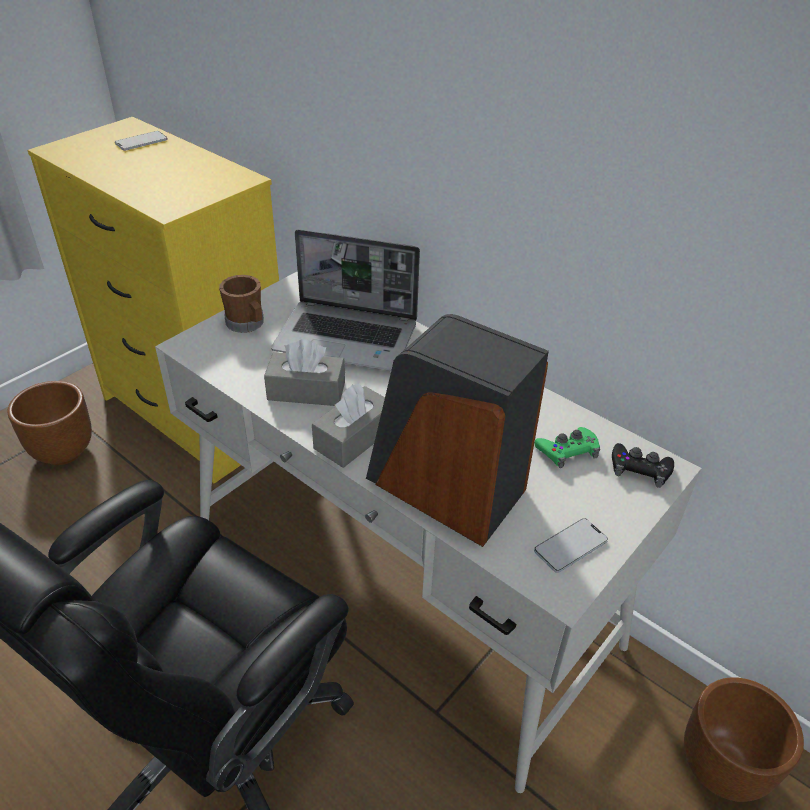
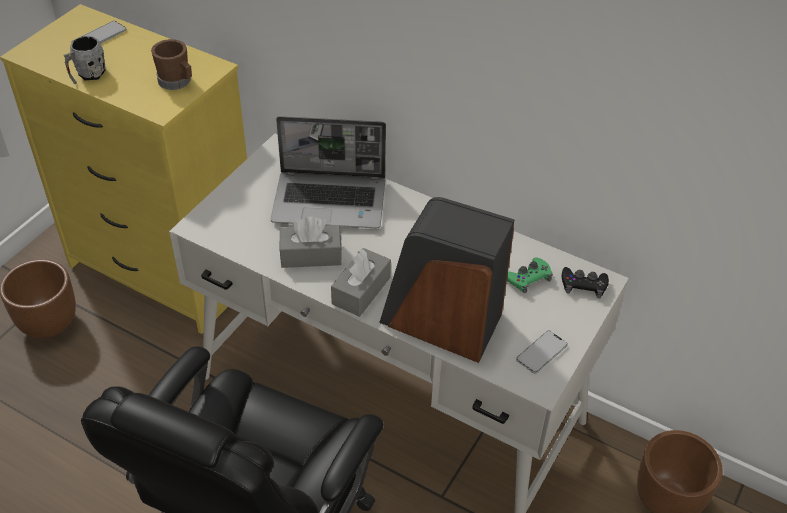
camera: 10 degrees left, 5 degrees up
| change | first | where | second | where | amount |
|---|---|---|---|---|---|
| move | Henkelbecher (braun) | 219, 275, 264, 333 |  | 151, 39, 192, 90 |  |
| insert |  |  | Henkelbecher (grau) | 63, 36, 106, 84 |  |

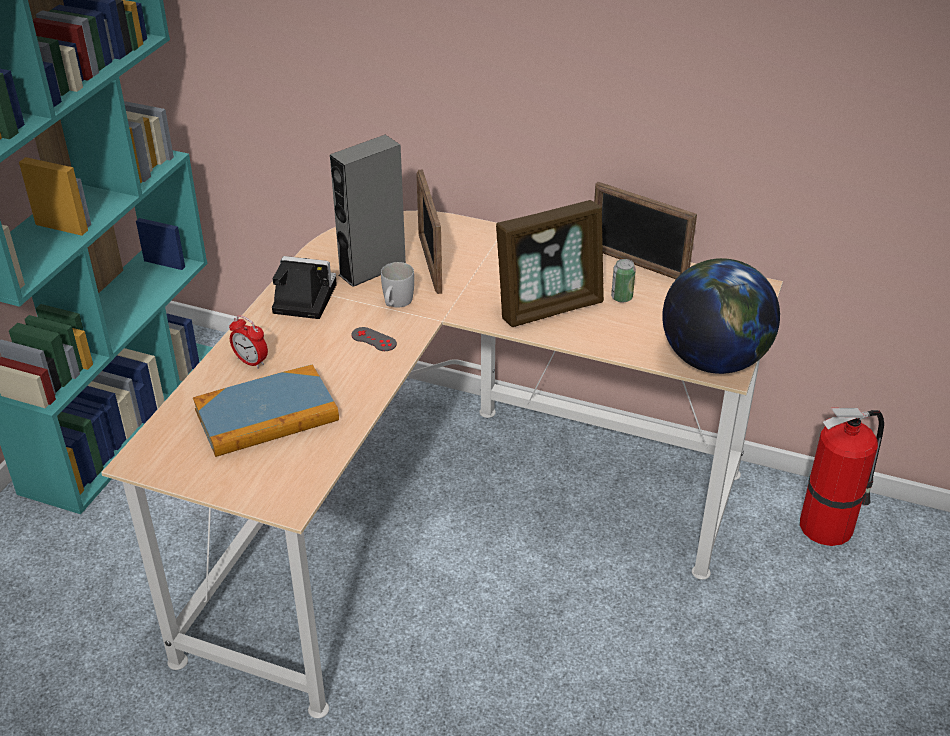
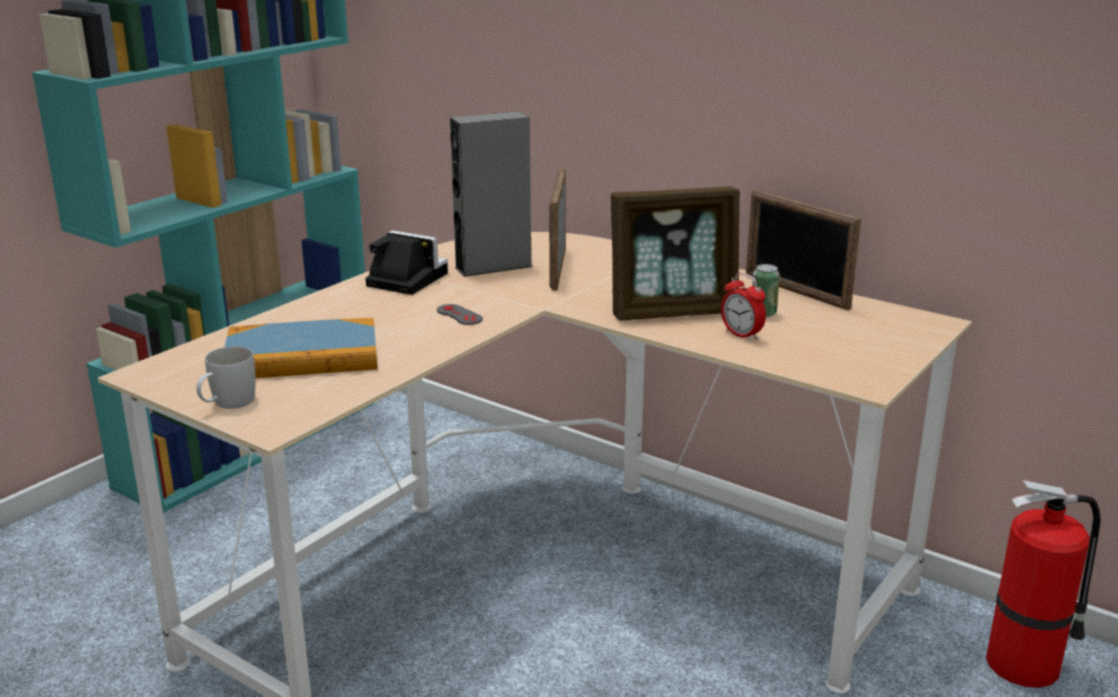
camera: 15 degrees right, 15 degrees down
| change | first | where | second | where | amount |
|---|---|---|---|---|---|
| move | Wecker | 229, 315, 268, 369 |  | 721, 273, 766, 341 |  |
| move | Henkelbecher (weiß) | 381, 262, 414, 308 |  | 196, 346, 255, 409 |  |
| delete | Globus | 662, 258, 780, 374 |  |  |  |

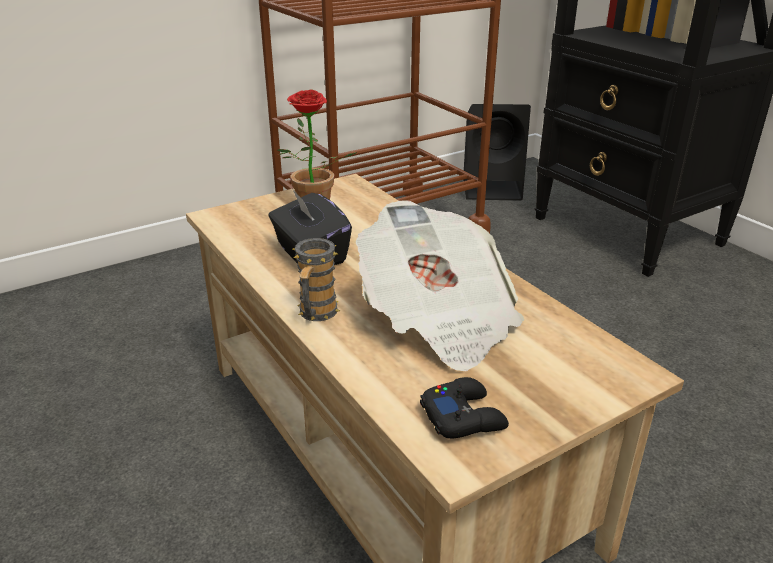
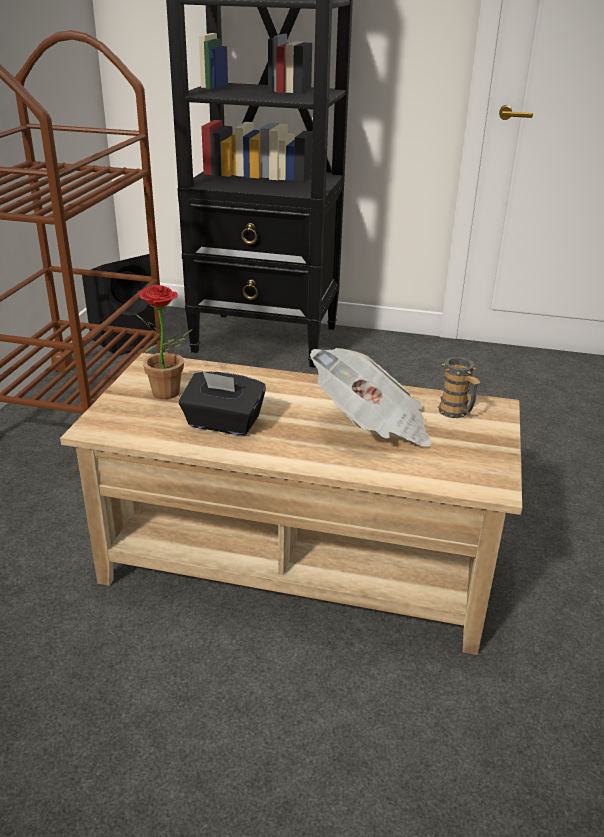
camera: 45 degrees left, 0 degrees up
| change | first | where | second | where | amount |
|---|---|---|---|---|---|
| move | Henkelbecher | 293, 238, 340, 321 |  | 437, 357, 480, 418 |  |
| delete | Gamepad (schwarz) | 420, 377, 509, 439 |  |  |  |

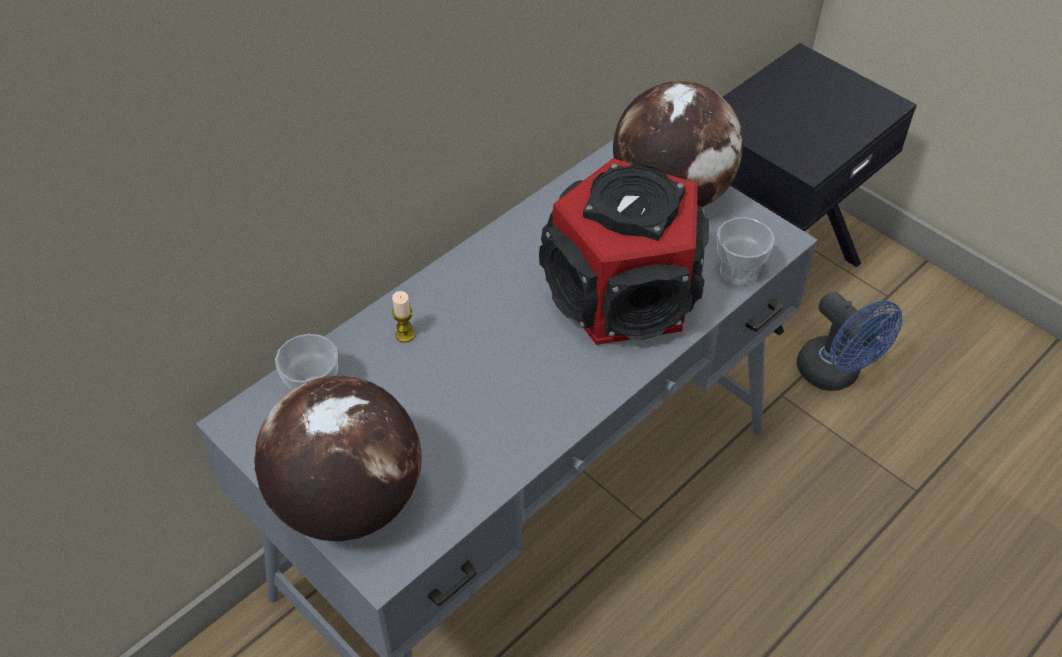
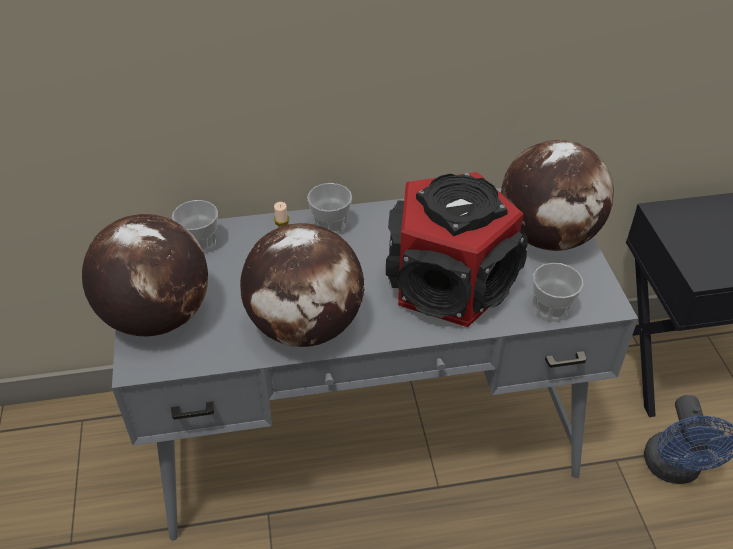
camera: 35 degrees right, 5 degrees down
| change | first | where | second | where | amount |
|---|---|---|---|---|---|
| insert |  |  | Globus | 240, 223, 364, 347 |  |
| insert |  |  | Tasse | 307, 183, 352, 235 |  |

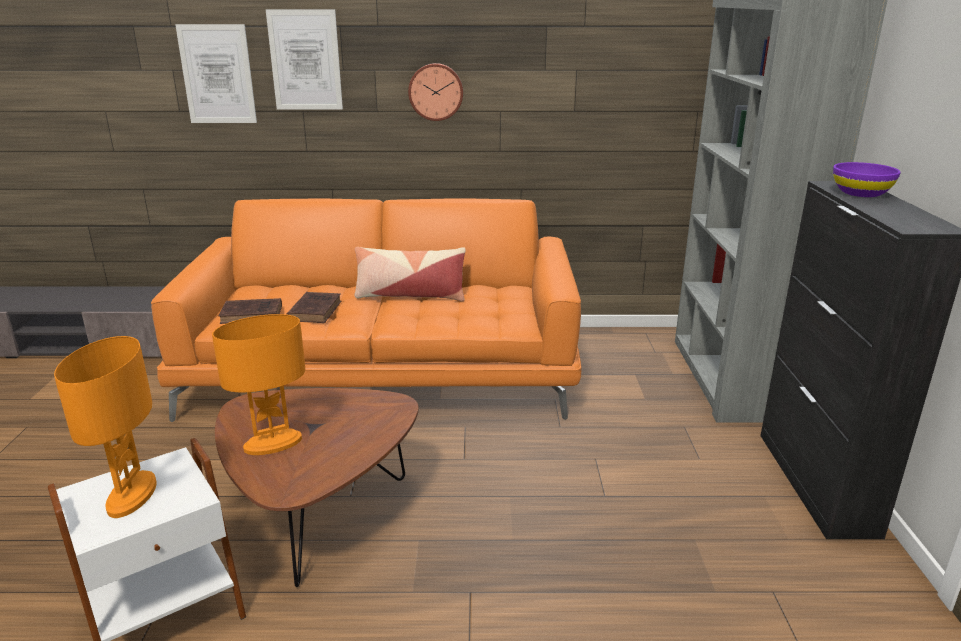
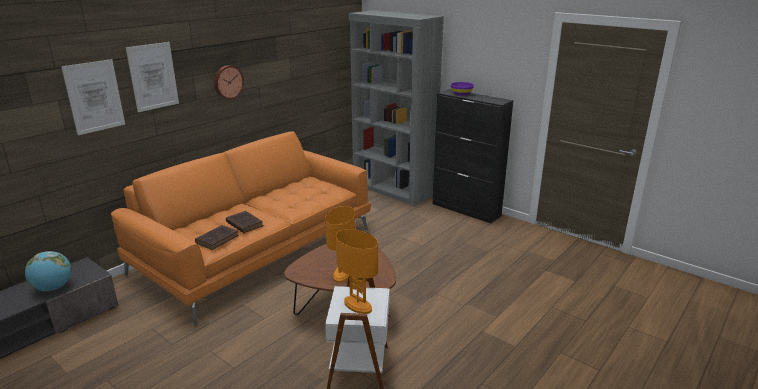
camera: 50 degrees left, 0 degrees up
| change | first | where | second | where | amount |
|---|---|---|---|---|---|
| delete | Kissen | 354, 247, 466, 301 |  |  |  |
| insert |  |  | Globus | 25, 251, 72, 291 |  |

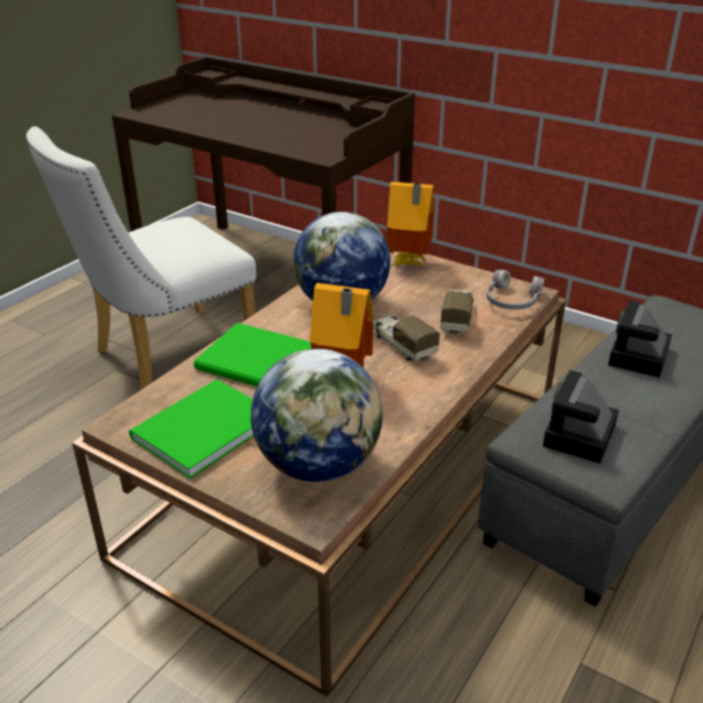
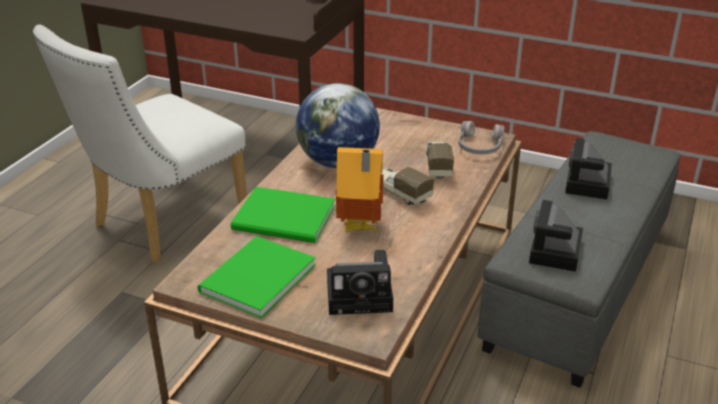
camera: 10 degrees left, 0 degrees up
| change | first | where | second | where | amount |
|---|---|---|---|---|---|
| replace | Globus | 251, 349, 383, 482 | Kamera | 327, 250, 393, 315 |  |
| delete | Spielzeughaus | 386, 182, 433, 268 |  |  |  |

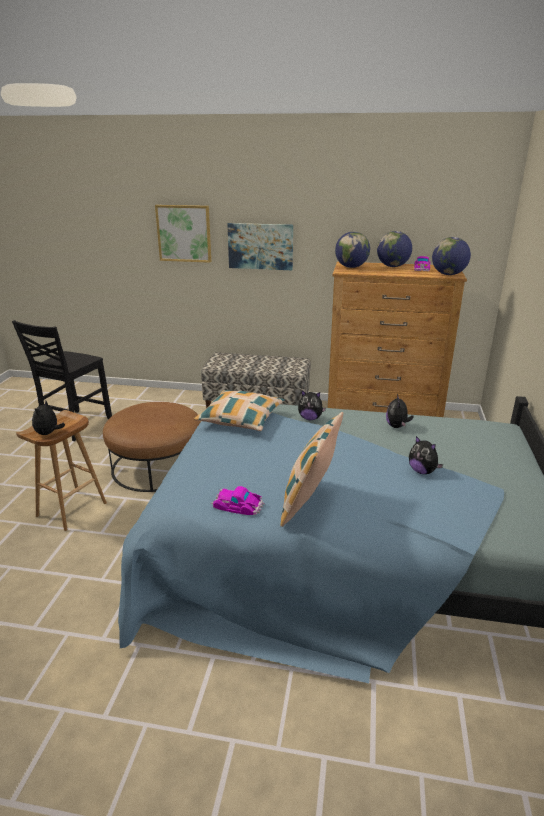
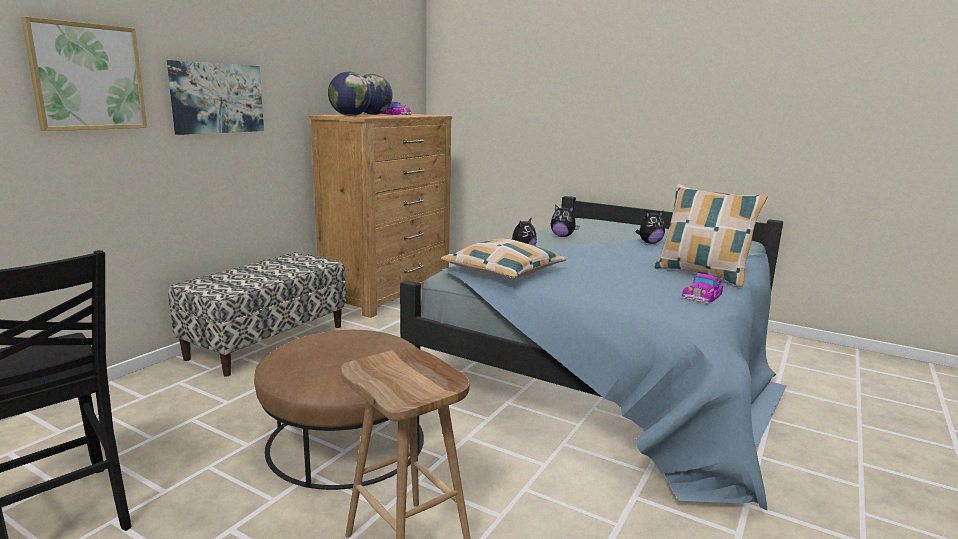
camera: 70 degrees left, 10 degrees down
| change | first | where | second | where | amount |
|---|---|---|---|---|---|
| delete | Plüschtier | 32, 401, 65, 435 |  |  |  |
| delete | Globus | 432, 237, 471, 275 |  |  |  |

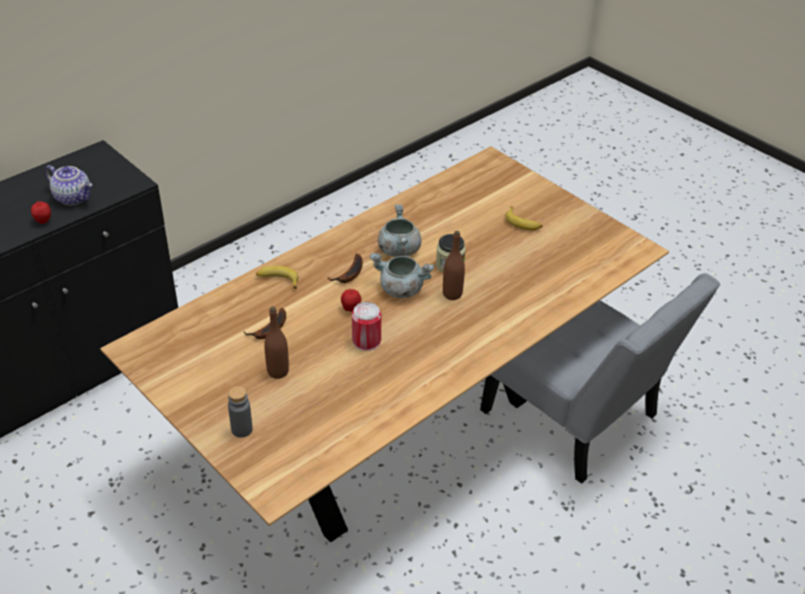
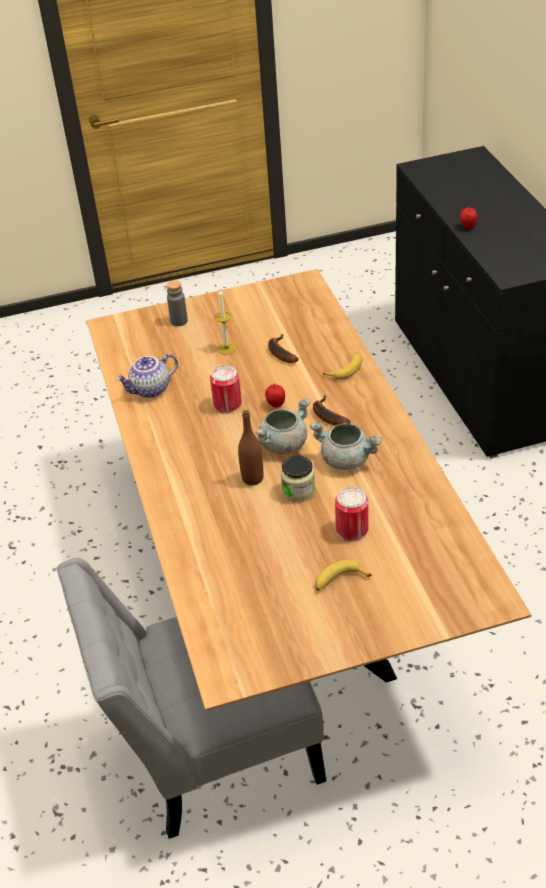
camera: 120 degrees right, 0 degrees up
| change | first | where | second | where | amount |
|---|---|---|---|---|---|
| move | Teekanne | 45, 165, 92, 205 |  | 116, 354, 178, 398 |  |
| replace | Flasche (braun) | 264, 307, 289, 379 | Kerze | 215, 290, 236, 355 |  |
| insert |  |  | Dose | 335, 487, 369, 541 |  |

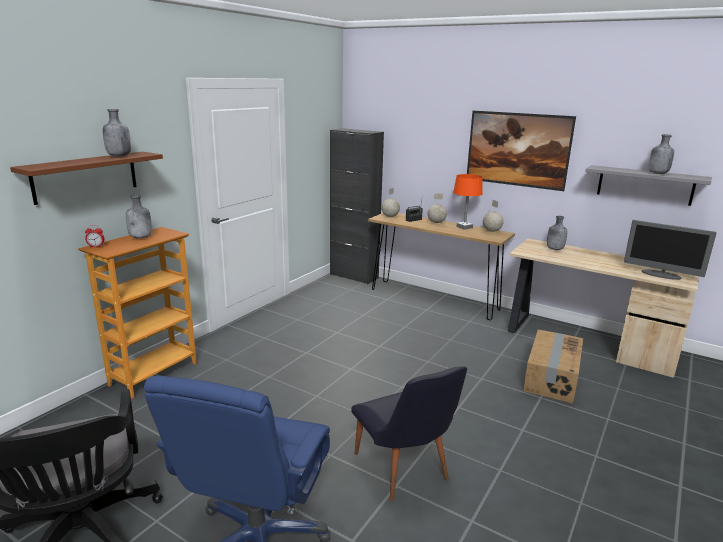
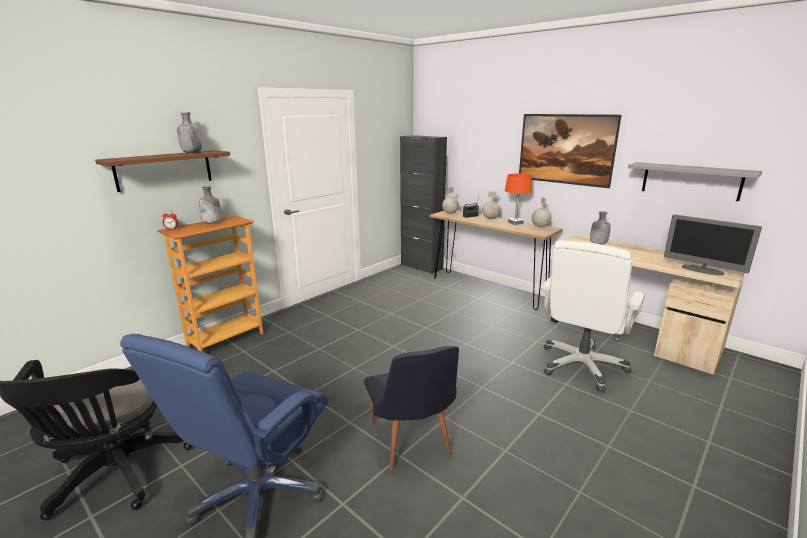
camera: 10 degrees right, 0 degrees up
| change | first | where | second | where | amount |
|---|---|---|---|---|---|
| replace | Karton | 523, 330, 583, 403 | Bürostuhl (weiß) | 541, 240, 645, 392 |  |
| delete | Flasche (grau) | 649, 134, 674, 174 |  |  |  |

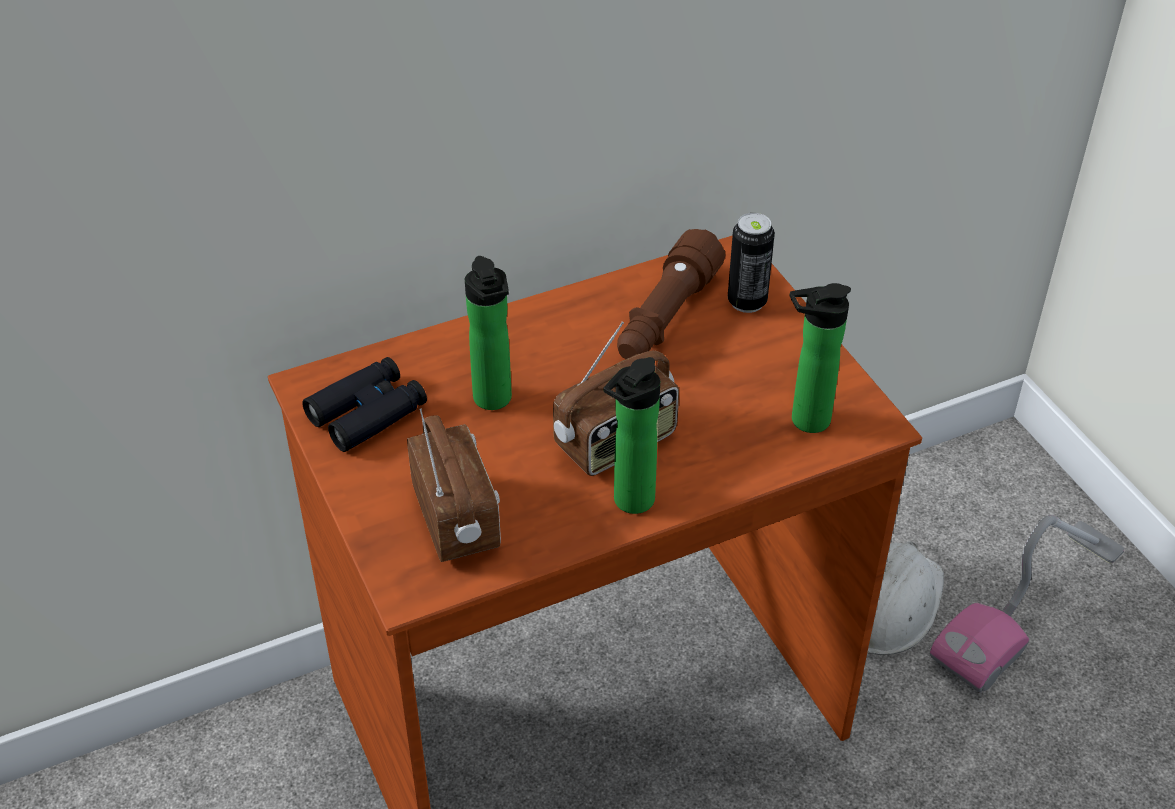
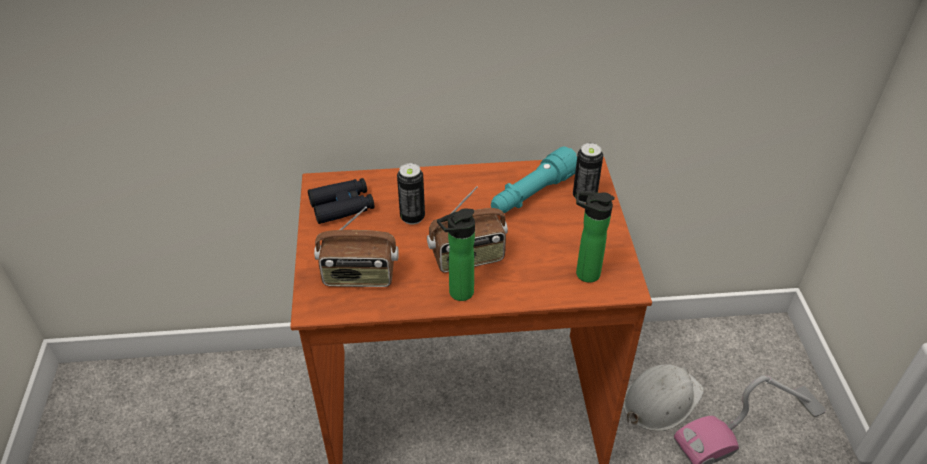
camera: 20 degrees right, 0 degrees up
| change | first | where | second | where | amount |
|---|---|---|---|---|---|
| rotate | Radio | 407, 408, 501, 562 |  | 314, 207, 399, 287 | 90 degrees clockwise |
| replace | Flasche | 465, 256, 512, 410 | Dose | 397, 163, 425, 225 |  |
| recolor | Taschenlampe (braun) | 617, 229, 725, 359 | Taschenlampe (türkis) | 491, 147, 577, 213 |  |

